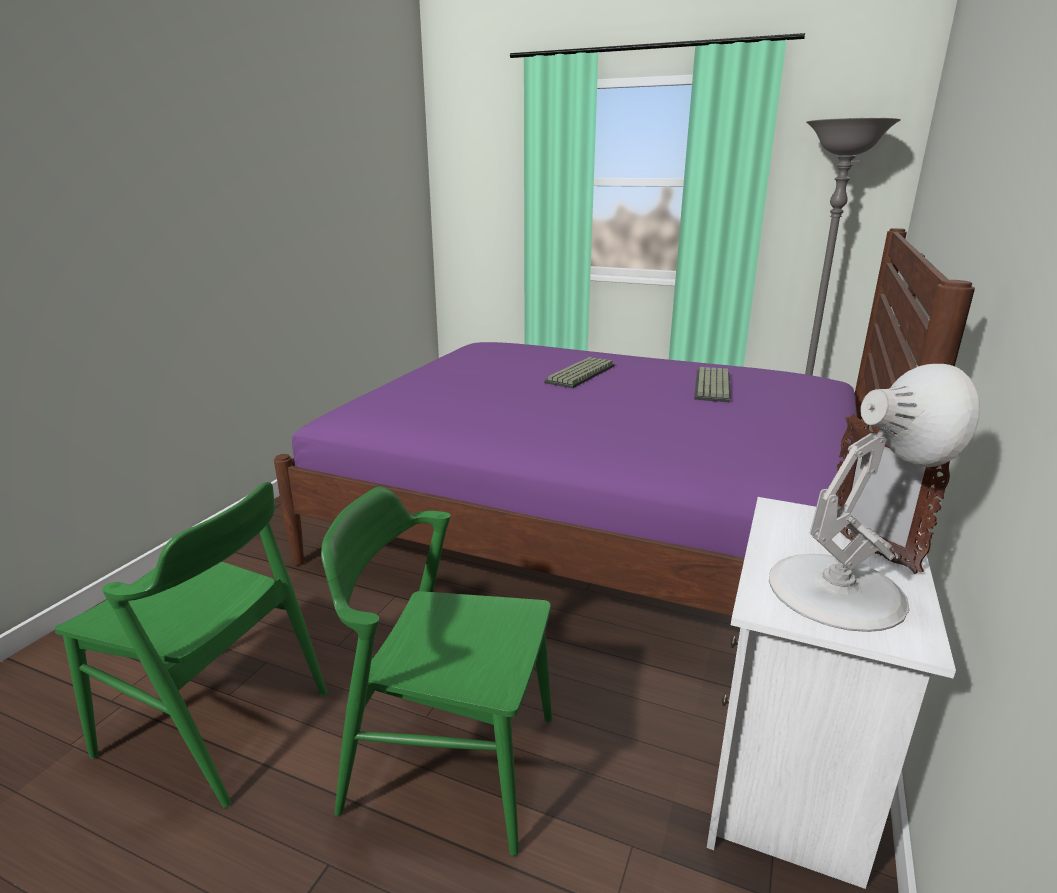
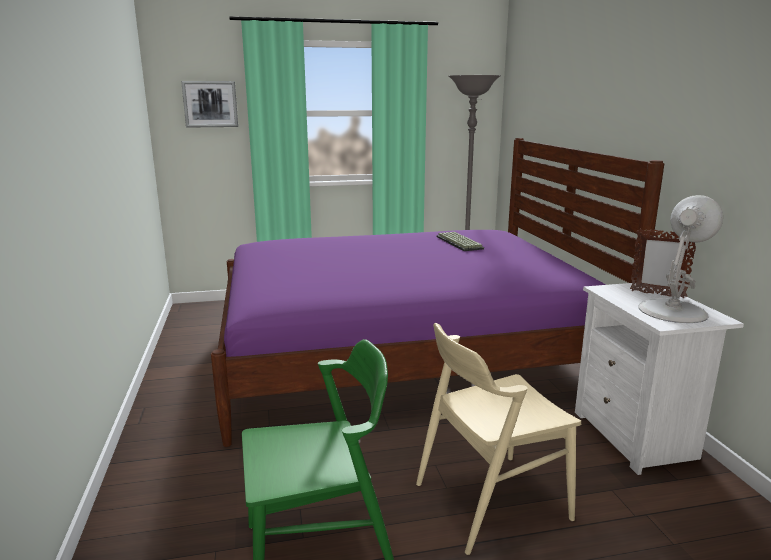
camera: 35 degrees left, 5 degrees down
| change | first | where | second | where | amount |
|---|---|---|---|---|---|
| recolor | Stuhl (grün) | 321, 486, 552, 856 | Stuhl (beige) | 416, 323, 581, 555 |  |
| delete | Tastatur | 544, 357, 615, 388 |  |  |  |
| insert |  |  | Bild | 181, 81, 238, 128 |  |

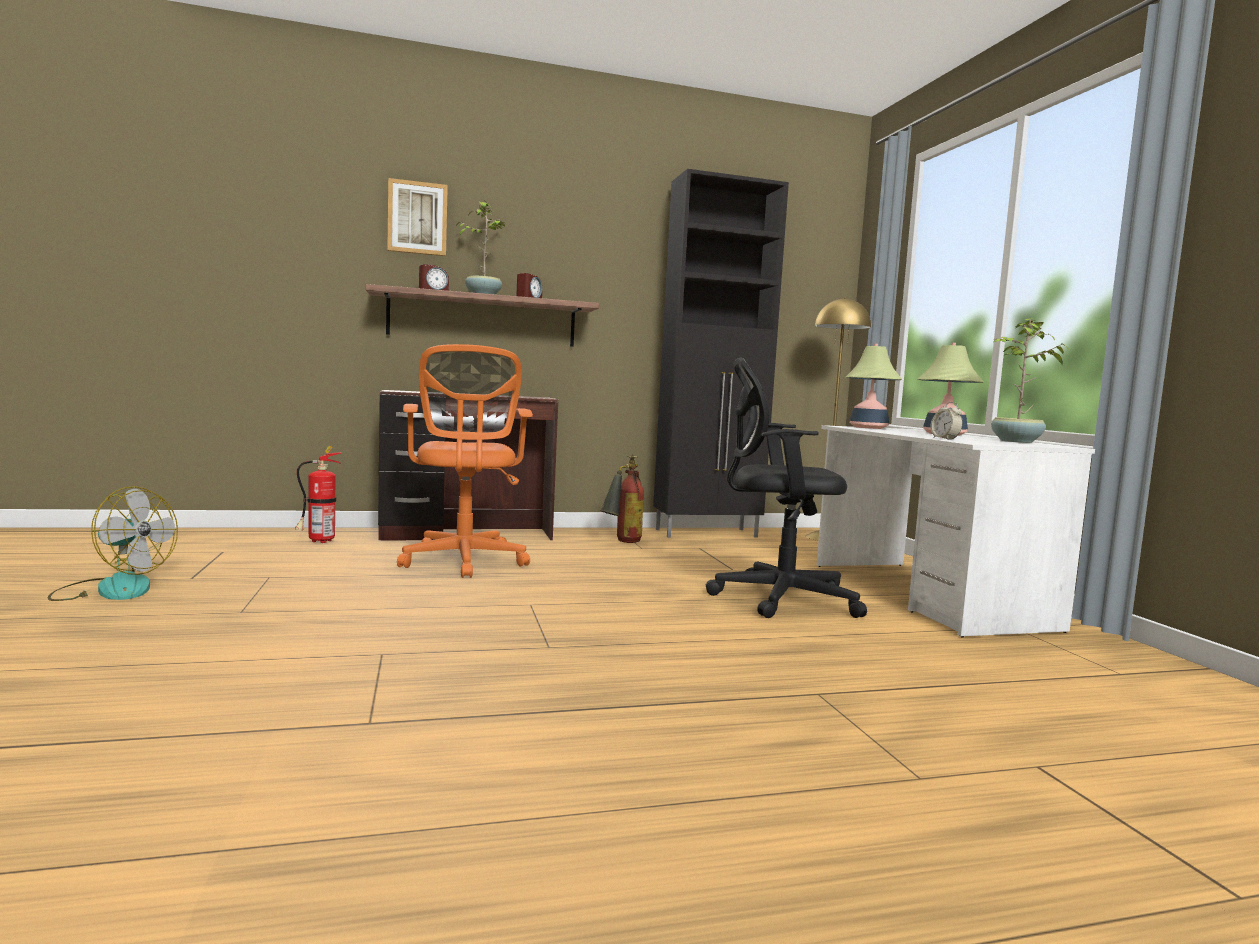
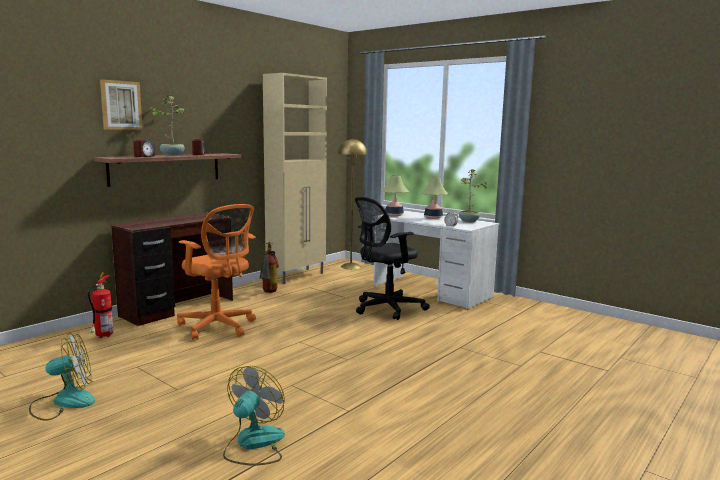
camera: 35 degrees left, 5 degrees up
| change | first | where | second | where | amount |
|---|---|---|---|---|---|
| recolor | Schrank (schwarz) | 653, 169, 789, 538 | Schrank (beige) | 263, 73, 327, 284 |  |
| insert |  |  | Ventilator | 223, 366, 285, 466 |  |

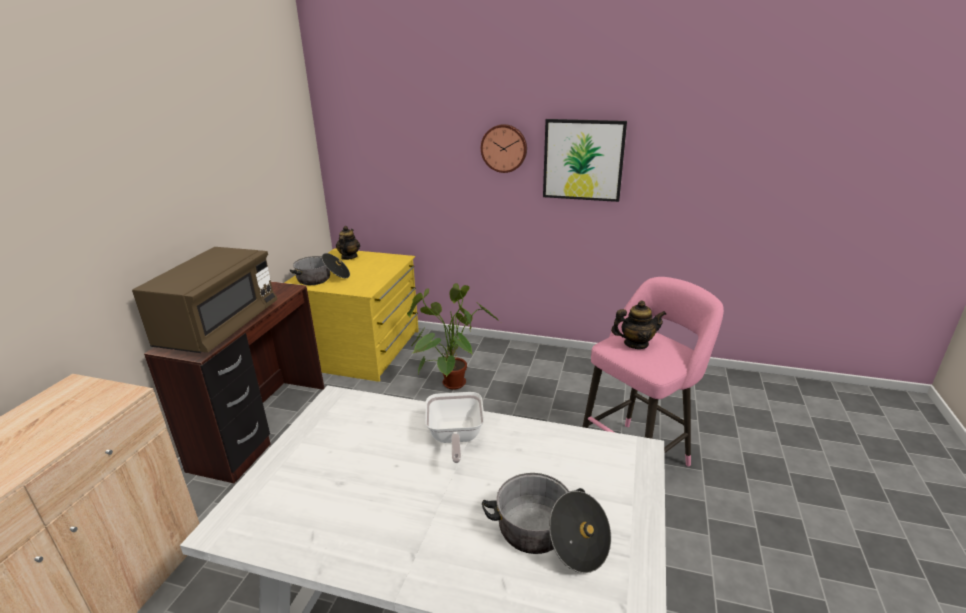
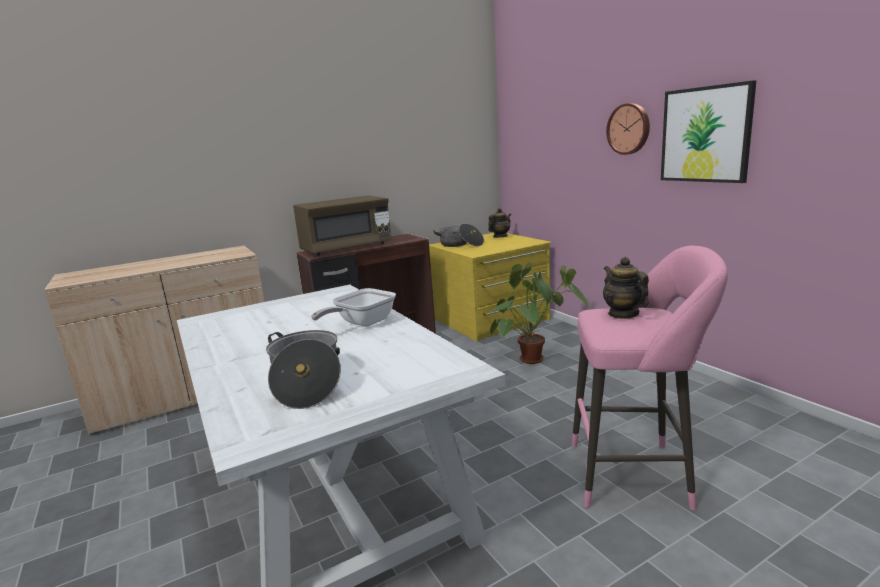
camera: 45 degrees right, 10 degrees down
| change | first | where | second | where | amount |
|---|---|---|---|---|---|
| rotate | Teekanne | 611, 300, 666, 349 |  | 603, 257, 649, 319 | 150 degrees counterclockwise |

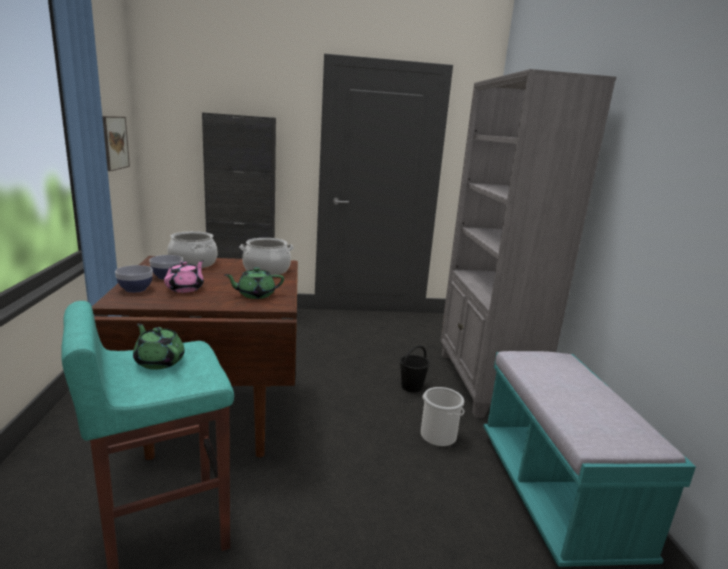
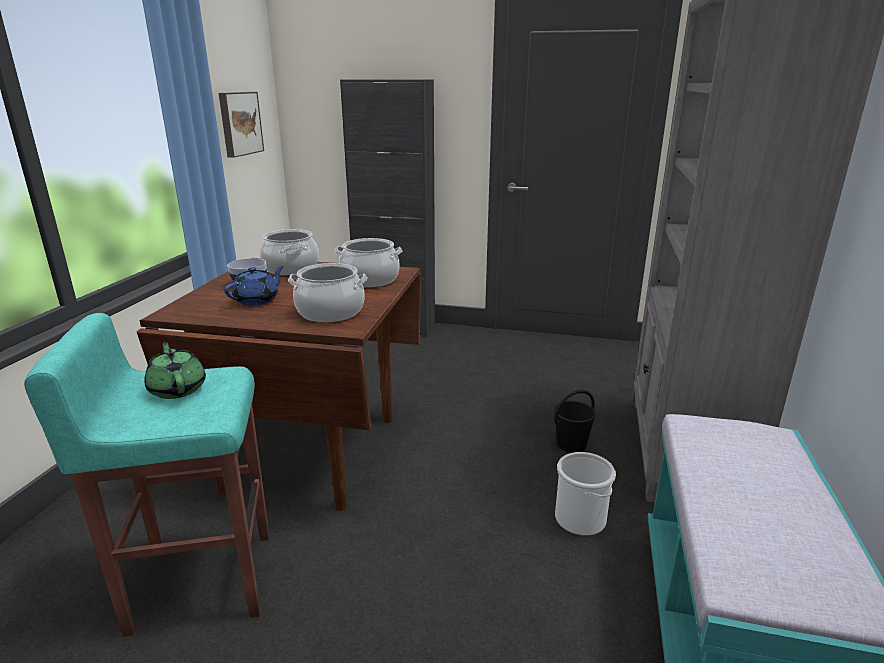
camera: 20 degrees right, 5 degrees up
| change | first | where | second | where | amount |
|---|---|---|---|---|---|
| delete | Schüssel | 115, 265, 153, 293 |  |  |  |
| recolor | Teekanne (rosa) | 164, 260, 204, 293 | Teekanne (blau) | 224, 266, 284, 306 |  |
| replace | Teekanne (grün) | 224, 267, 284, 299 | Kochtopf | 288, 263, 368, 322 |  |

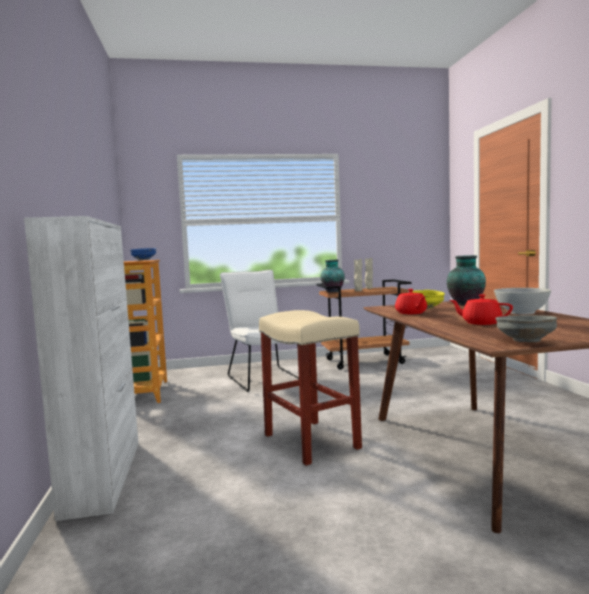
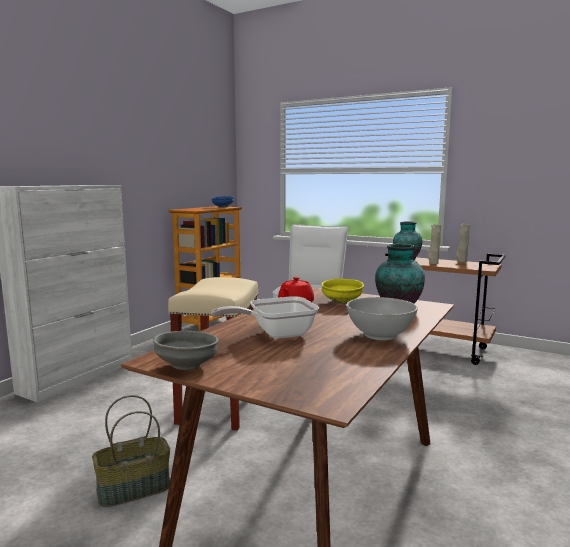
camera: 40 degrees right, 5 degrees up
| change | first | where | second | where | amount |
|---|---|---|---|---|---|
| replace | Teekanne (rot) | 450, 294, 513, 325 | Pfanne | 211, 296, 319, 339 |  |
| insert |  |  | Korb | 92, 395, 170, 507 |  |

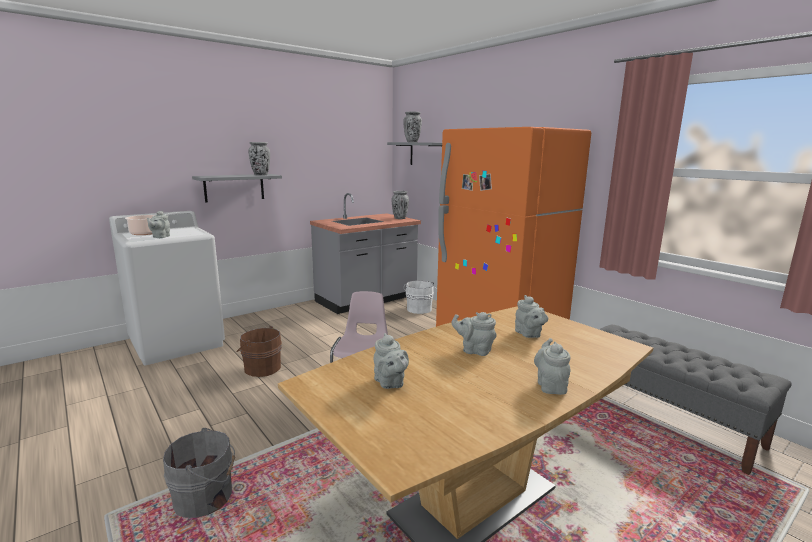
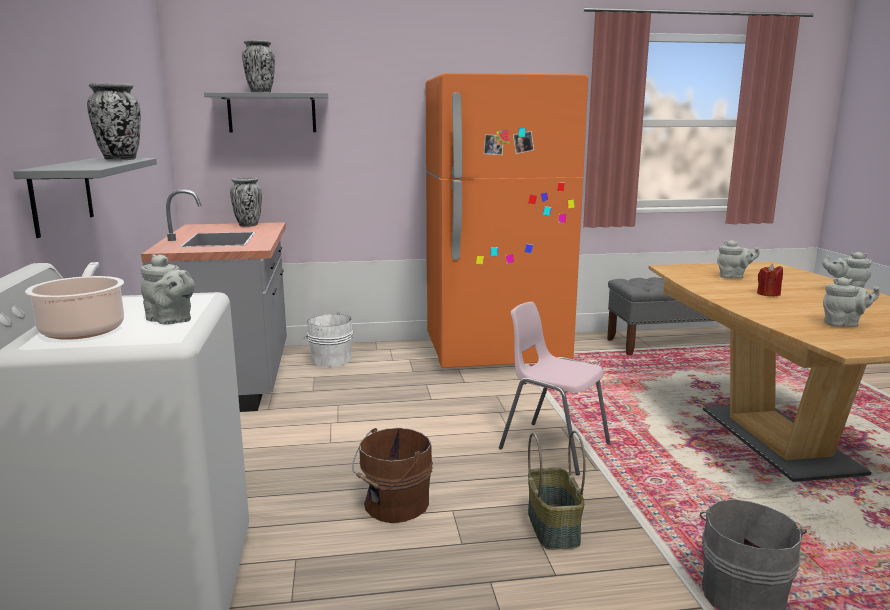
camera: 60 degrees left, 0 degrees up
| change | first | where | second | where | amount |
|---|---|---|---|---|---|
| replace | Teekanne (grau) | 452, 312, 496, 356 | Kerze (rot) | 757, 264, 783, 296 |  |
| insert |  |  | Korb | 528, 431, 586, 550 |  |

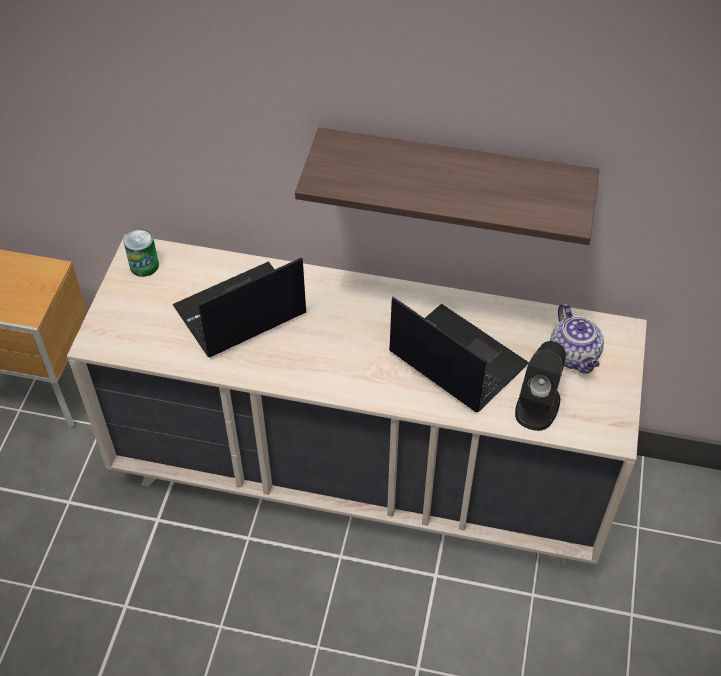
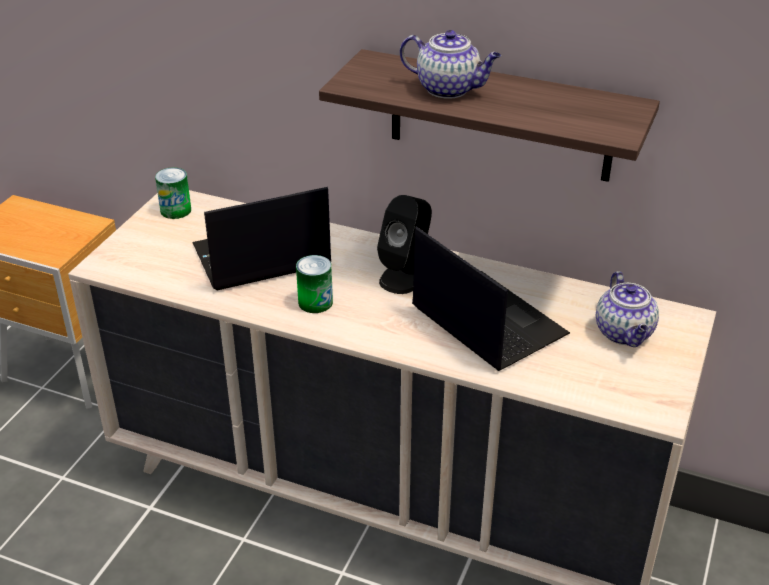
camera: 10 degrees right, 15 degrees down
| change | first | where | second | where | amount |
|---|---|---|---|---|---|
| move | Lautsprecher (schwarz) | 515, 341, 566, 431 |  | 377, 195, 432, 294 |  |
| insert |  |  | Dose | 296, 255, 333, 313 |  |
| insert |  |  | Teekanne | 400, 30, 501, 99 |  |

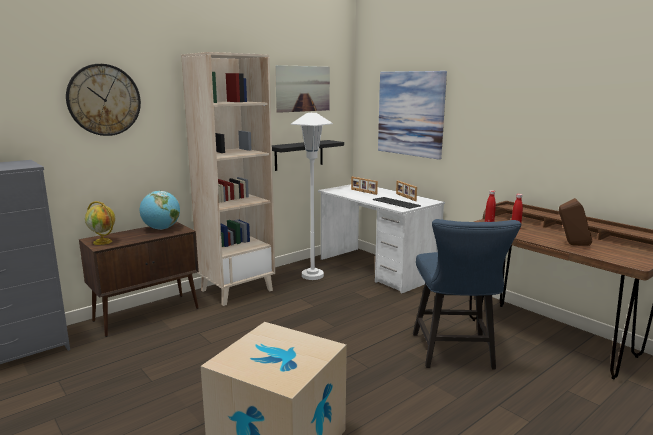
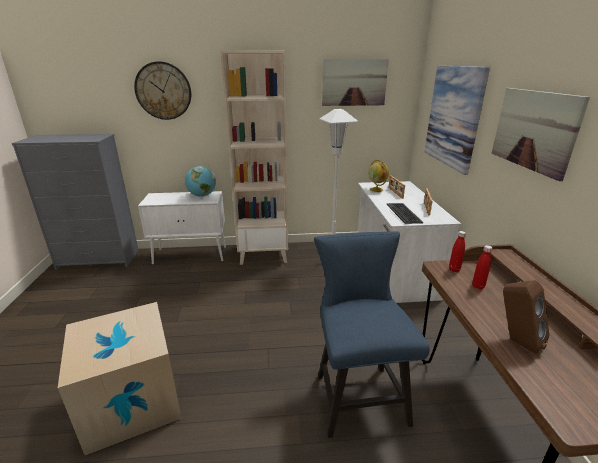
camera: 35 degrees right, 10 degrees up
| change | first | where | second | where | amount |
|---|---|---|---|---|---|
| recolor | Schrank (braun) | 79, 221, 199, 337 | Schrank (weiß) | 138, 191, 226, 265 |  |
| move | Globus | 85, 201, 115, 245 |  | 368, 160, 389, 192 |  |
| delete | Wandregal (schwarz) | 272, 140, 344, 171 |  |  |  |
| rotate | Stuhl (blau) | 413, 219, 521, 369 |  | 314, 231, 430, 438 | 135 degrees clockwise |
| insert |  |  | Bild | 491, 88, 590, 181 |  |

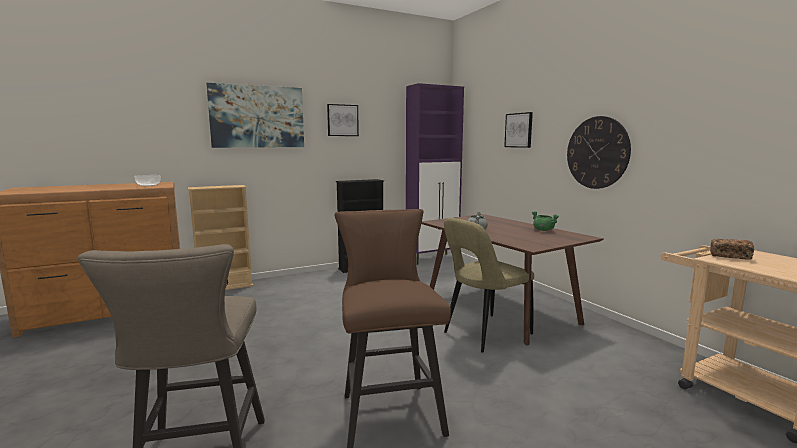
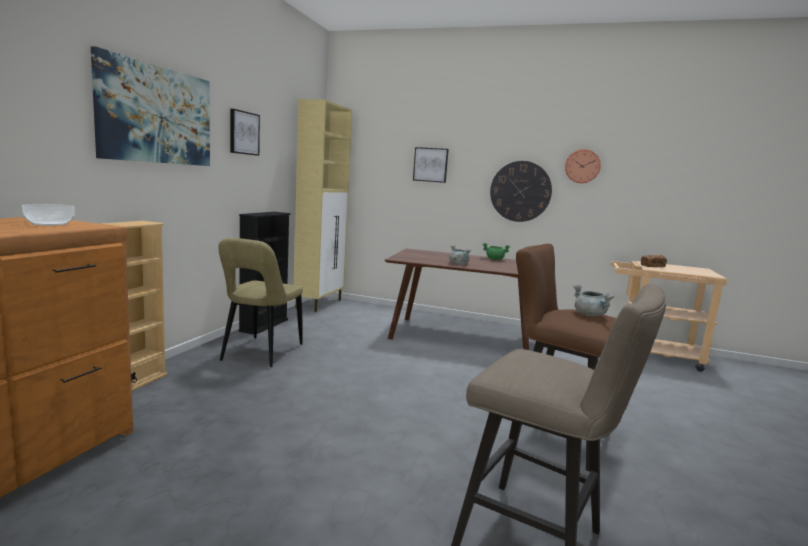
camera: 45 degrees left, 0 degrees up
| change | first | where | second | where | amount |
|---|---|---|---|---|---|
| recolor | Schrank (lila) | 406, 83, 464, 265 | Schrank (beige) | 294, 99, 352, 312 |  |
| move | Stuhl (beige) | 444, 218, 534, 352 |  | 218, 238, 303, 367 |  |
| insert |  |  | Wanduhr | 565, 149, 601, 183 |  |
| insert |  |  | Kochtopf (grau) | 573, 285, 614, 316 |  |

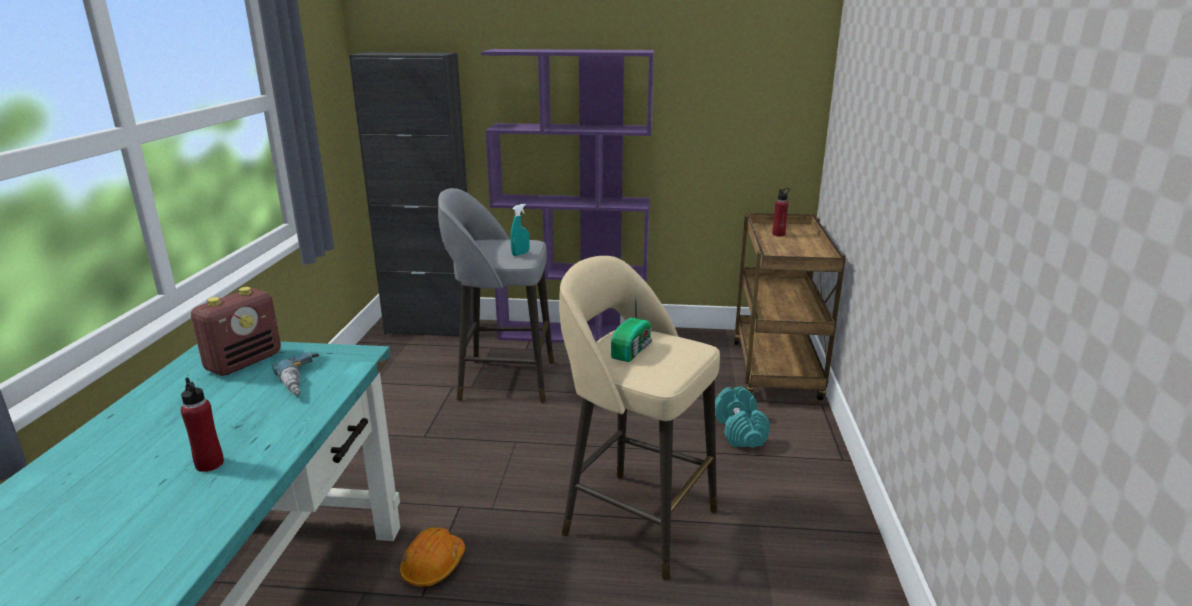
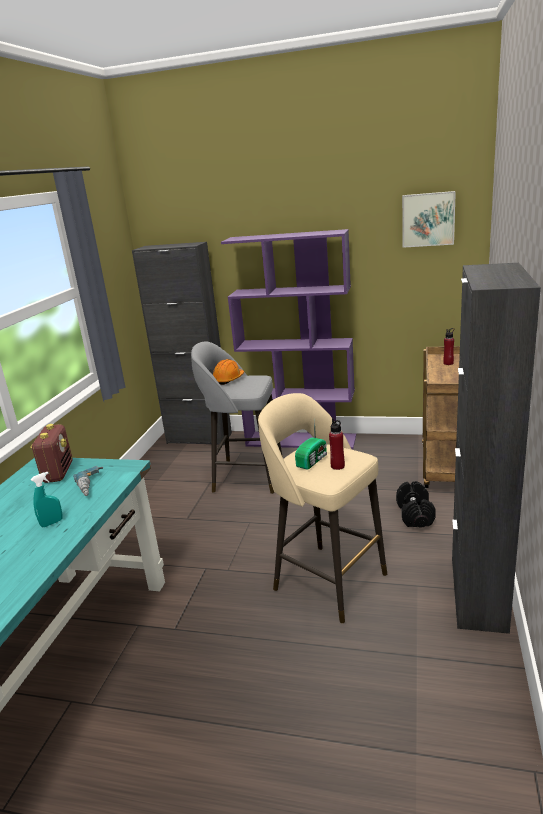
camera: 10 degrees right, 0 degrees up
| change | first | where | second | where | amount |
|---|---|---|---|---|---|
| move | Flasche (rot) | 181, 377, 224, 472 |  | 329, 418, 345, 470 |  |
| rotate | Radio | 191, 287, 281, 376 |  | 30, 424, 73, 483 | 45 degrees counterclockwise |
| move | Schutzhelm (orange) | 400, 527, 465, 587 |  | 213, 359, 244, 385 |  |
| move | Sprühflasche (türkis) | 510, 204, 530, 256 |  | 31, 472, 63, 527 |  |
| recolor | Hantel (türkis) | 715, 387, 770, 448 | Hantel (schwarz) | 396, 481, 436, 528 |  |
| insert |  |  | Bild | 402, 191, 456, 248 |  |
| insert |  |  | Schrank (schwarz) | 452, 263, 541, 634 |  |

